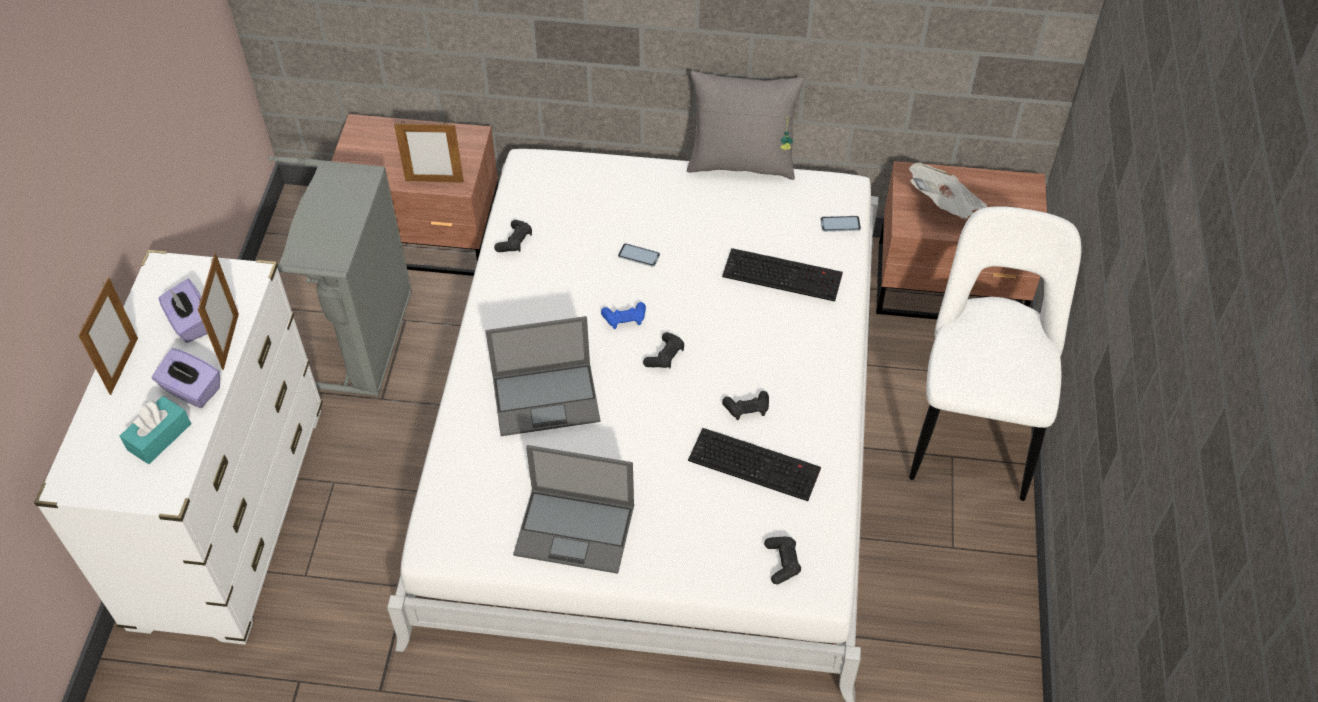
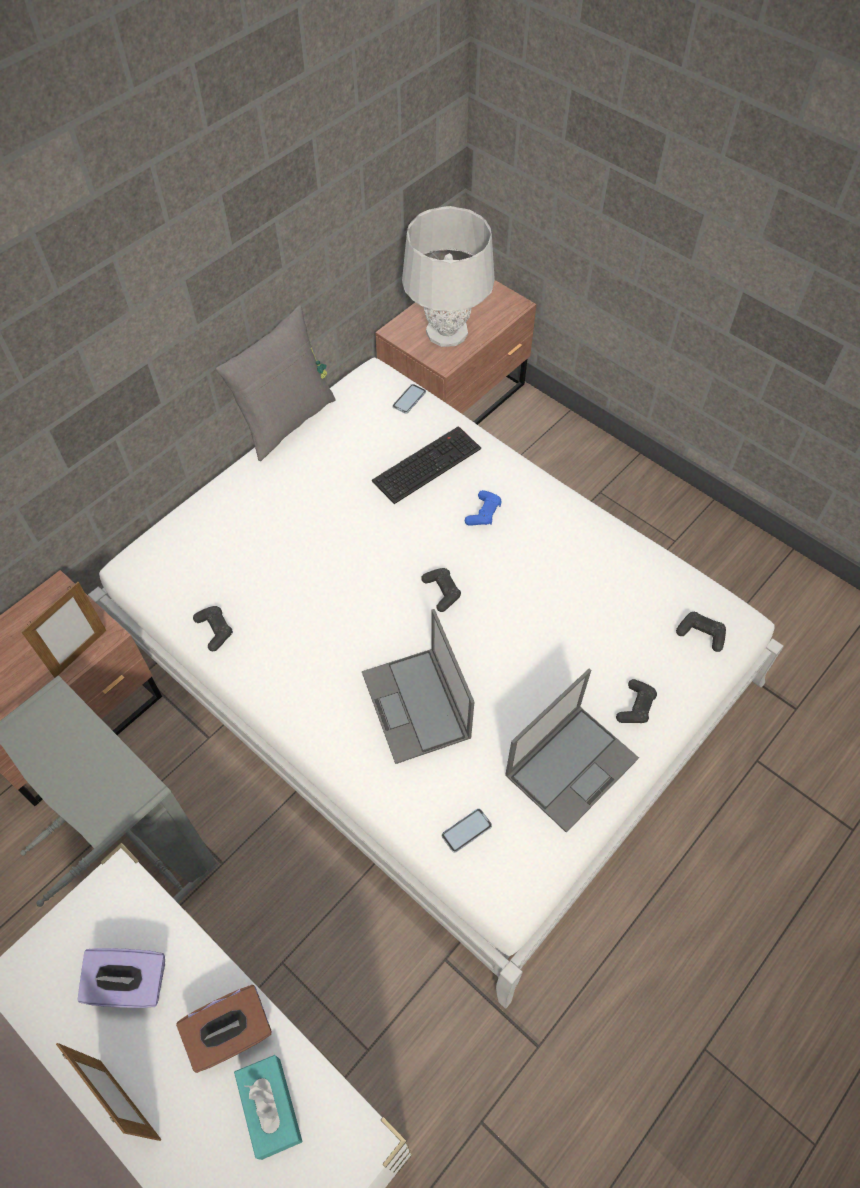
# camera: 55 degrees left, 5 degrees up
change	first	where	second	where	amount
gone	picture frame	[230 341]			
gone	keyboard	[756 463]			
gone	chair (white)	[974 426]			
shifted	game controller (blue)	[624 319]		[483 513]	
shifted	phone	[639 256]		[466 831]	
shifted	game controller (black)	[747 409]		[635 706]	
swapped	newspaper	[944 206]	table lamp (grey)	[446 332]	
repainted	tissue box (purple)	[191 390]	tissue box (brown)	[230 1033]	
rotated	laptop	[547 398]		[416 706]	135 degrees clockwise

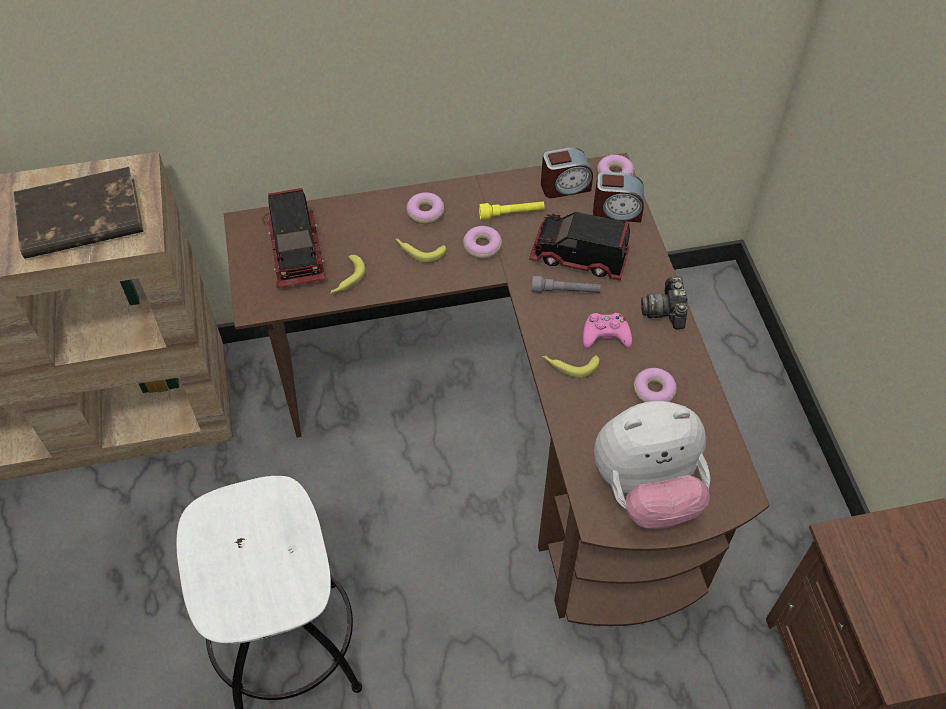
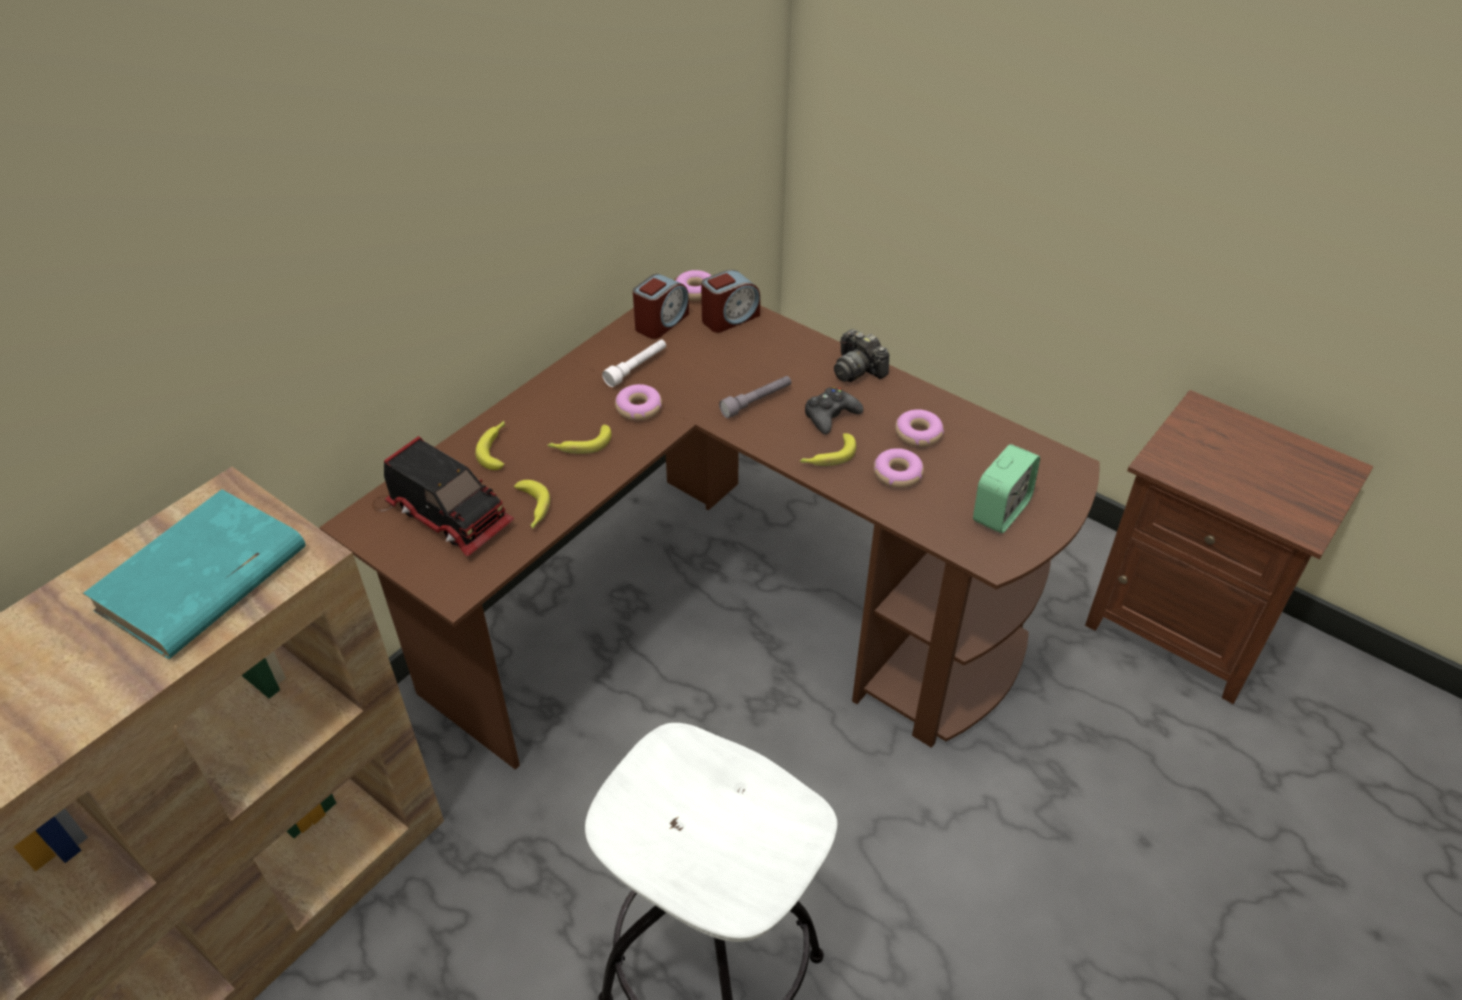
# camera: 40 degrees left, 10 degrees down
change	first	where	second	where	amount
gone	toy truck	[578 258]			
new			banana	[496 449]	
shifted	donut	[425 212]		[897 474]	
swapped	plush toy	[646 490]	alarm clock	[1000 511]	
repainted	book (brown)	[80 219]	book (turquoise)	[201 581]	
repainted	flashlight (yellow)	[511 214]	flashlight (white)	[636 368]	
repainted	game controller (pink)	[605 335]	game controller (black)	[830 416]	

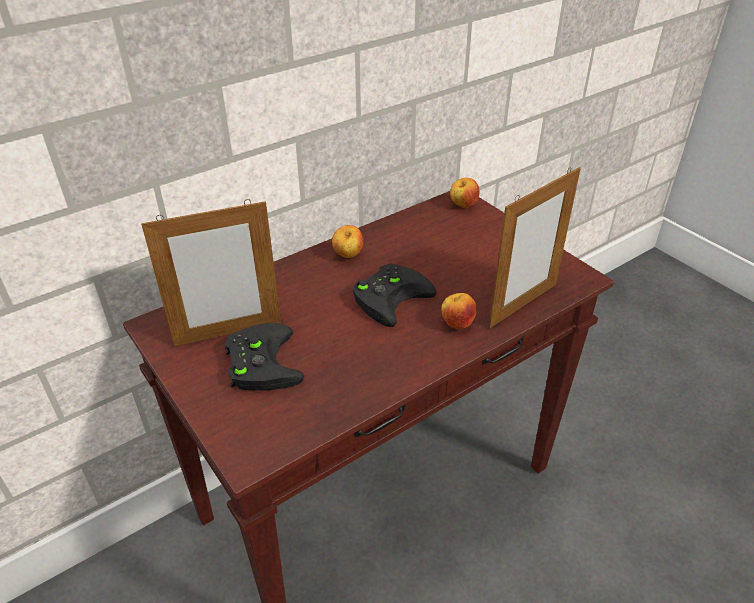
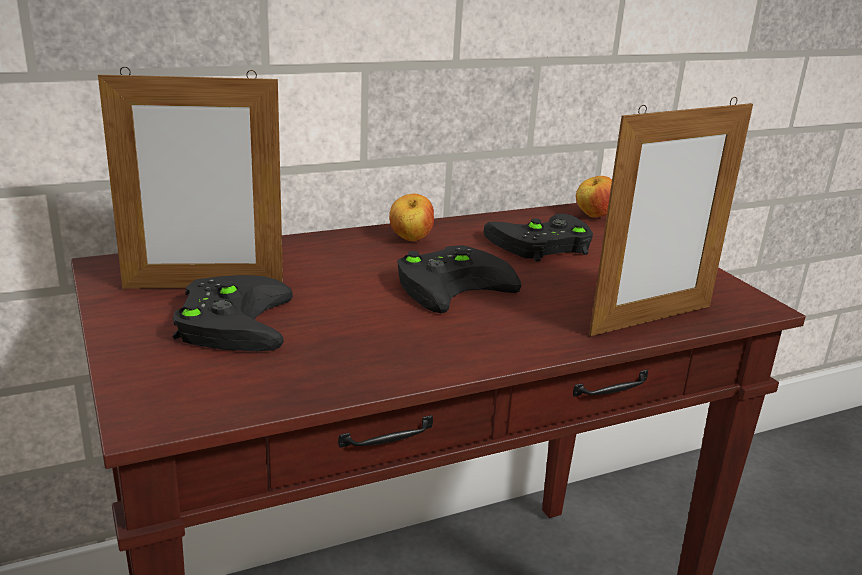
# camera: 10 degrees right, 15 degrees down
change	first	where	second	where	amount
gone	apple	[457 324]			
new			game controller (black)	[539 244]	

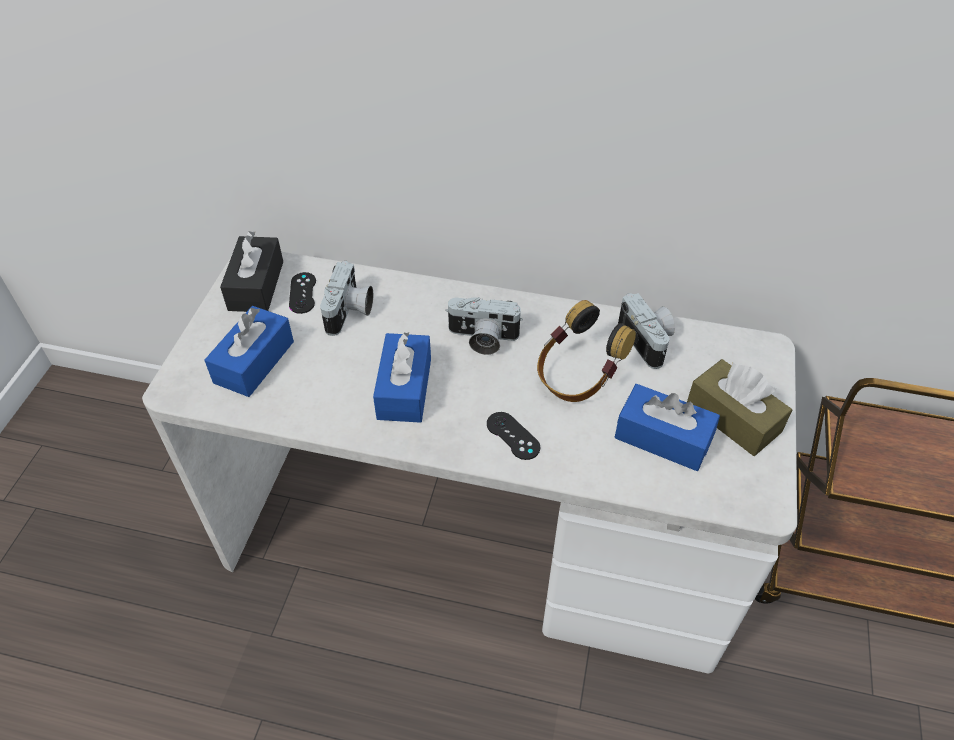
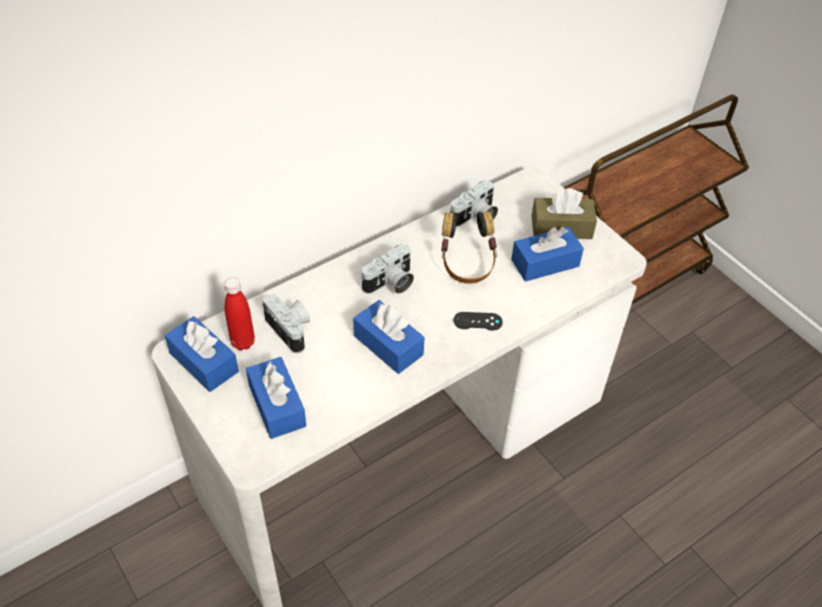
# camera: 50 degrees left, 0 degrees up
change	first	where	second	where	amount
swapped	game controller (black)	[302 293]	bottle (red)	[243 342]	
repainted	tissue box (black)	[256 285]	tissue box (blue)	[204 362]	
rotated	photo camera	[648 341]		[475 218]	120 degrees clockwise

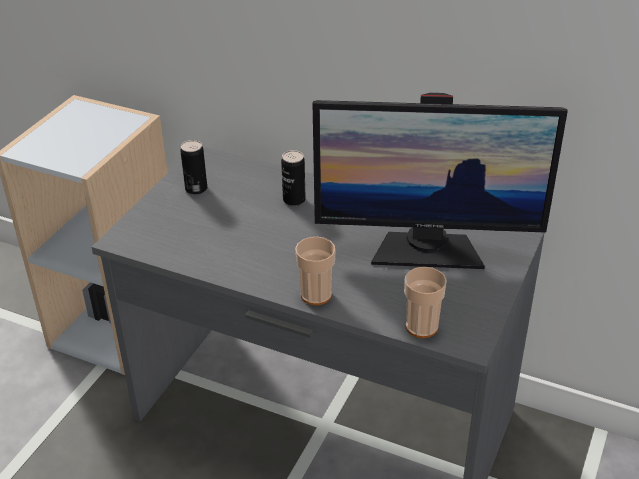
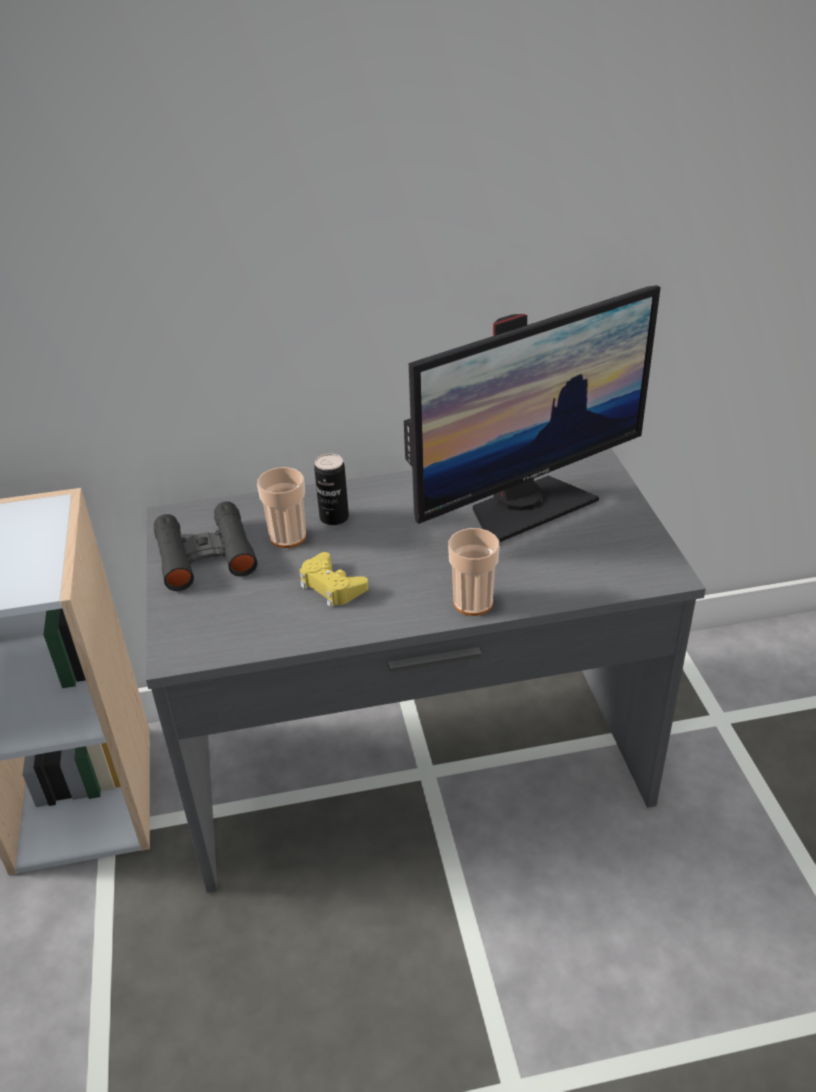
# camera: 35 degrees left, 0 degrees up
change	first	where	second	where	amount
new			game controller (yellow)	[331 586]	
shifted	cup	[421 327]		[288 537]	
swapped	can	[196 189]	binoculars (black)	[205 555]	

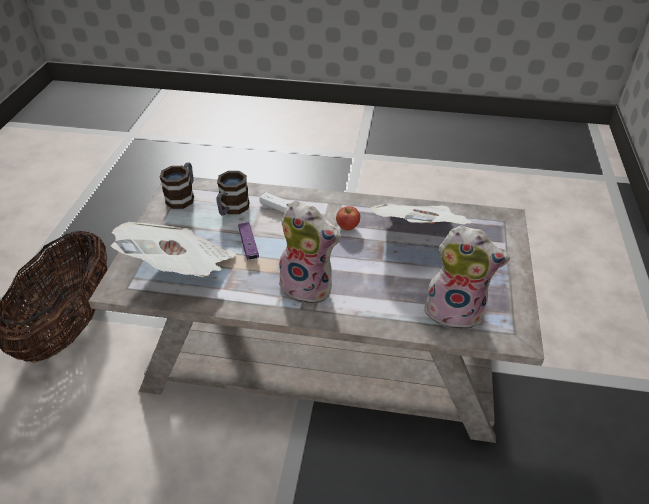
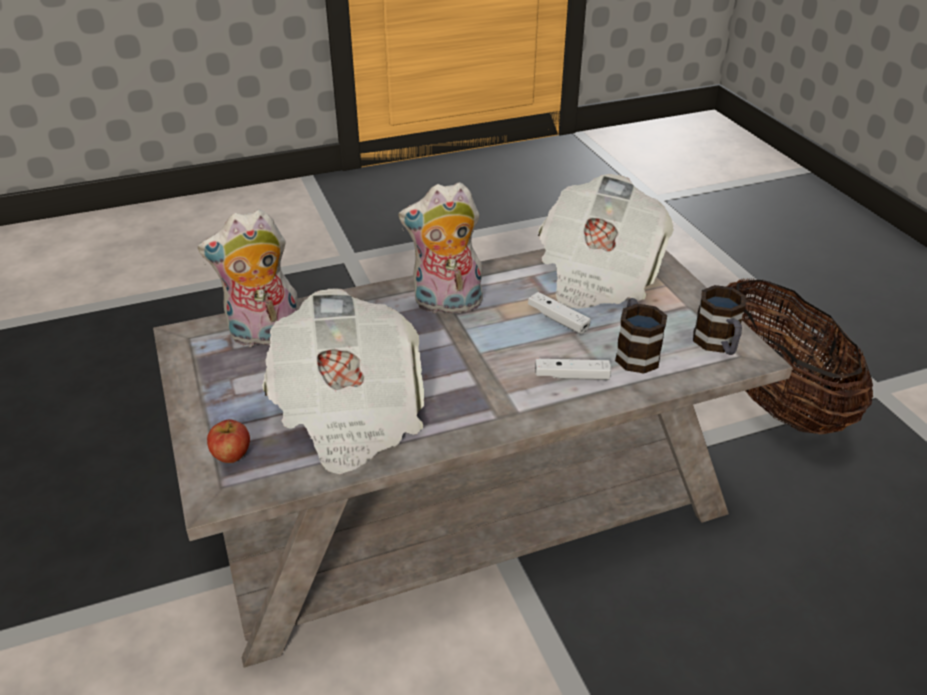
# camera: 150 degrees right, 5 degrees down
change	first	where	second	where	amount
shifted	apple	[348 227]		[231 455]	
repainted	game controller (purple)	[249 246]	game controller (white)	[558 319]	

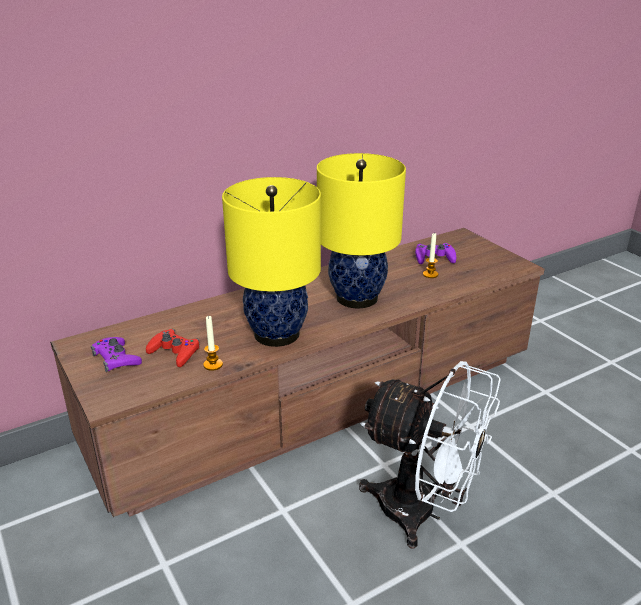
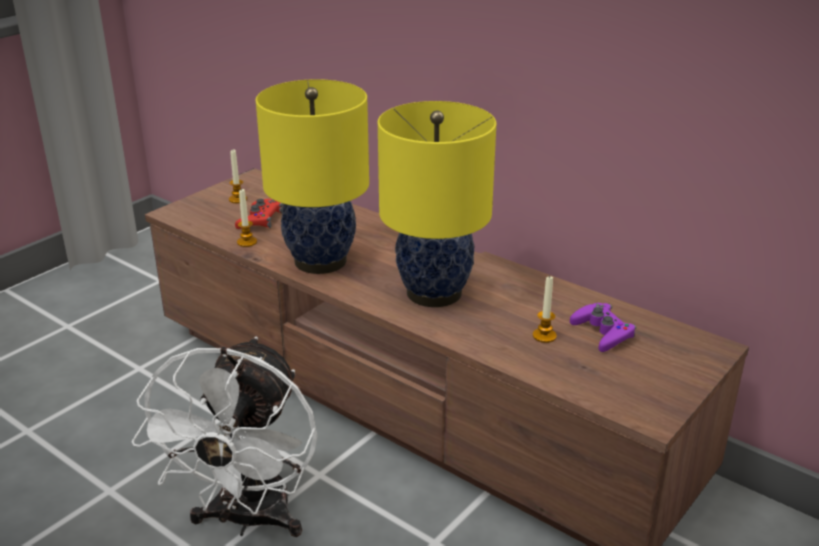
# camera: 70 degrees right, 0 degrees up
change	first	where	second	where	amount
swapped	game controller (purple)	[116 359]	candle	[238 199]	

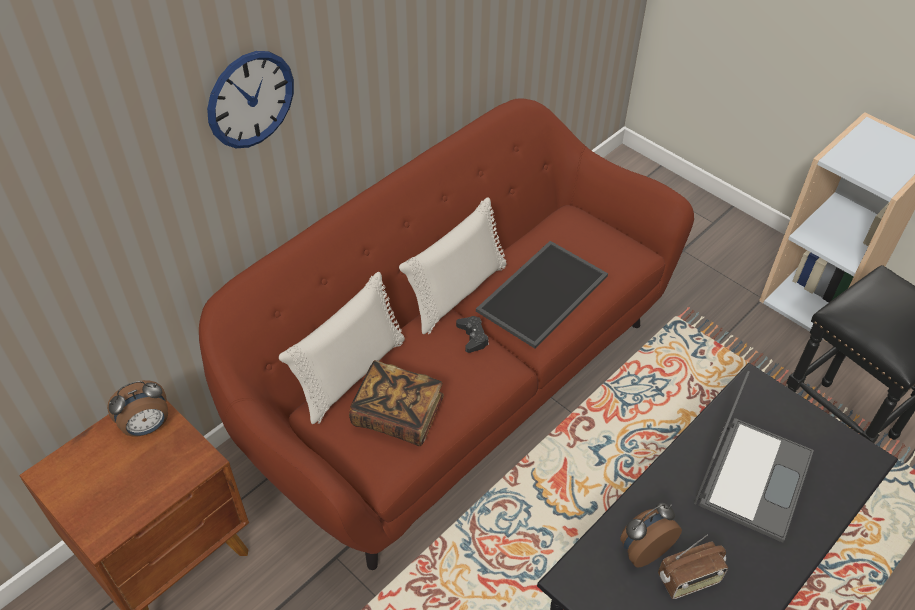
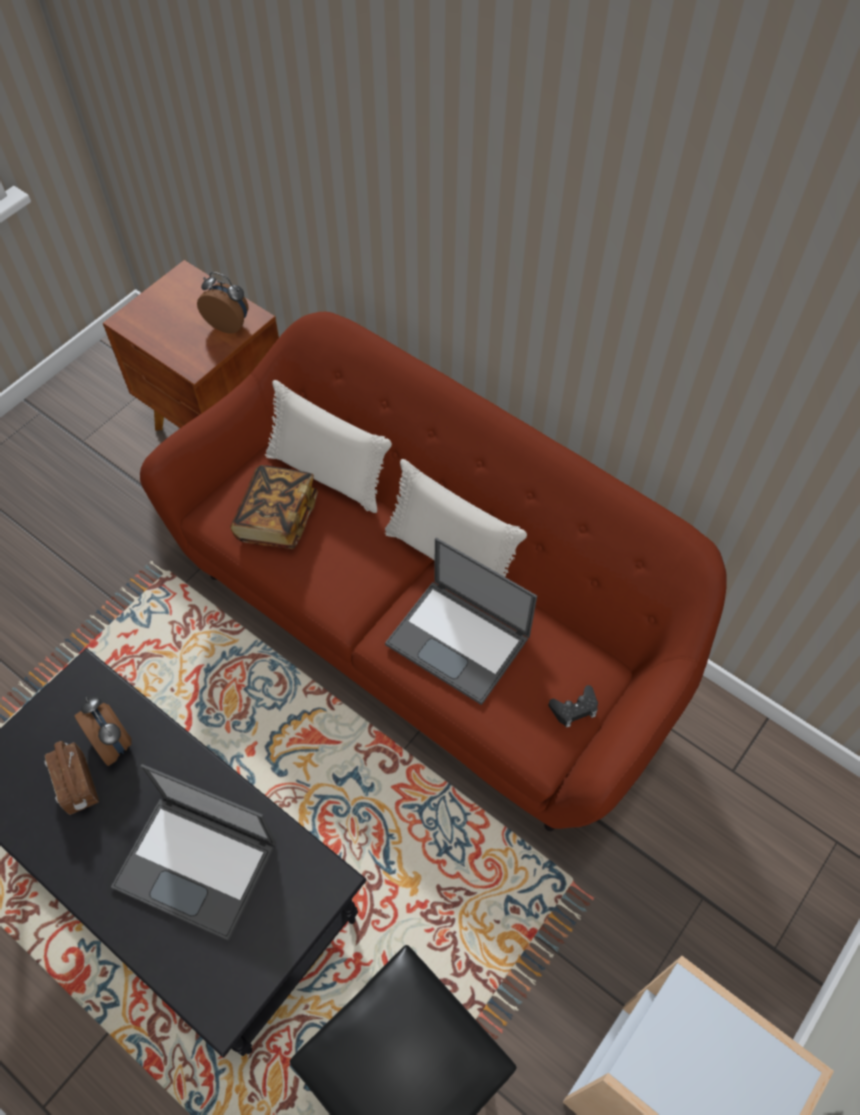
# camera: 85 degrees right, 10 degrees up
change	first	where	second	where	amount
gone	wall clock	[250 99]			
shifted	game controller (black)	[472 337]		[574 709]	
swapped	tray	[541 291]	laptop	[459 641]	
rotated	alarm clock	[147 427]		[229 323]	150 degrees clockwise

